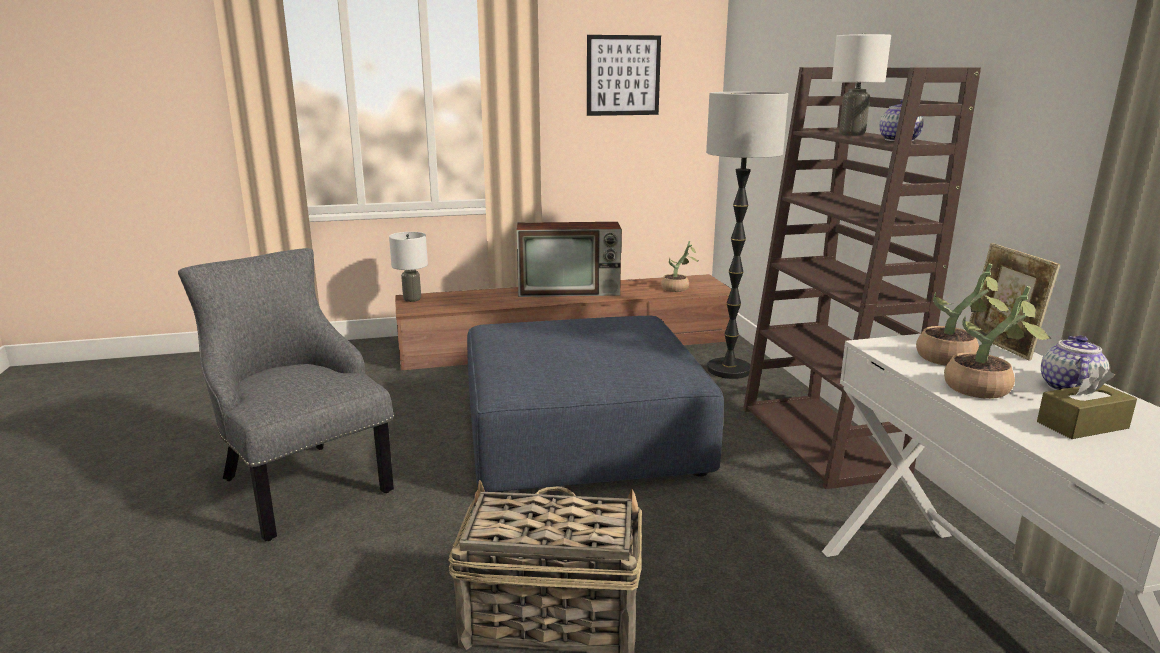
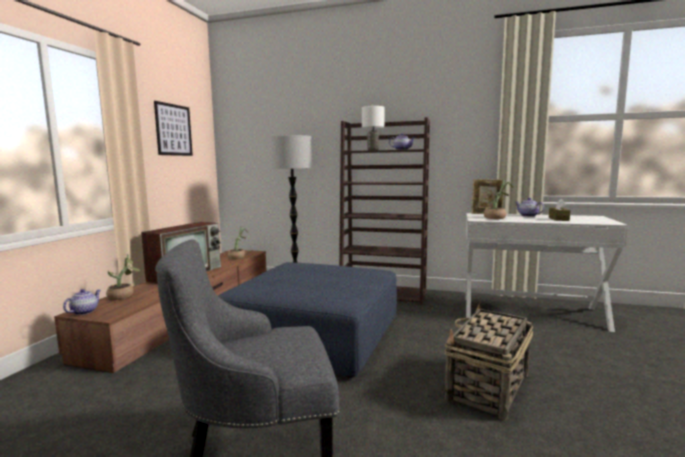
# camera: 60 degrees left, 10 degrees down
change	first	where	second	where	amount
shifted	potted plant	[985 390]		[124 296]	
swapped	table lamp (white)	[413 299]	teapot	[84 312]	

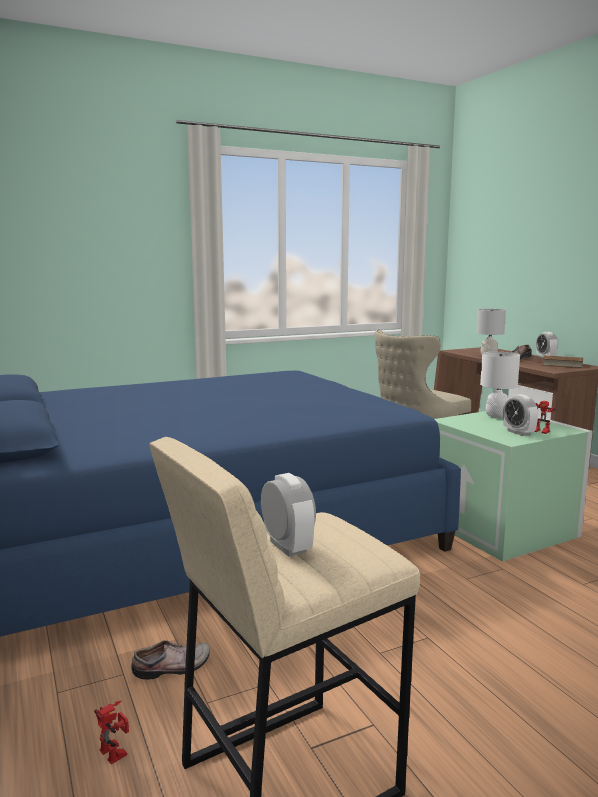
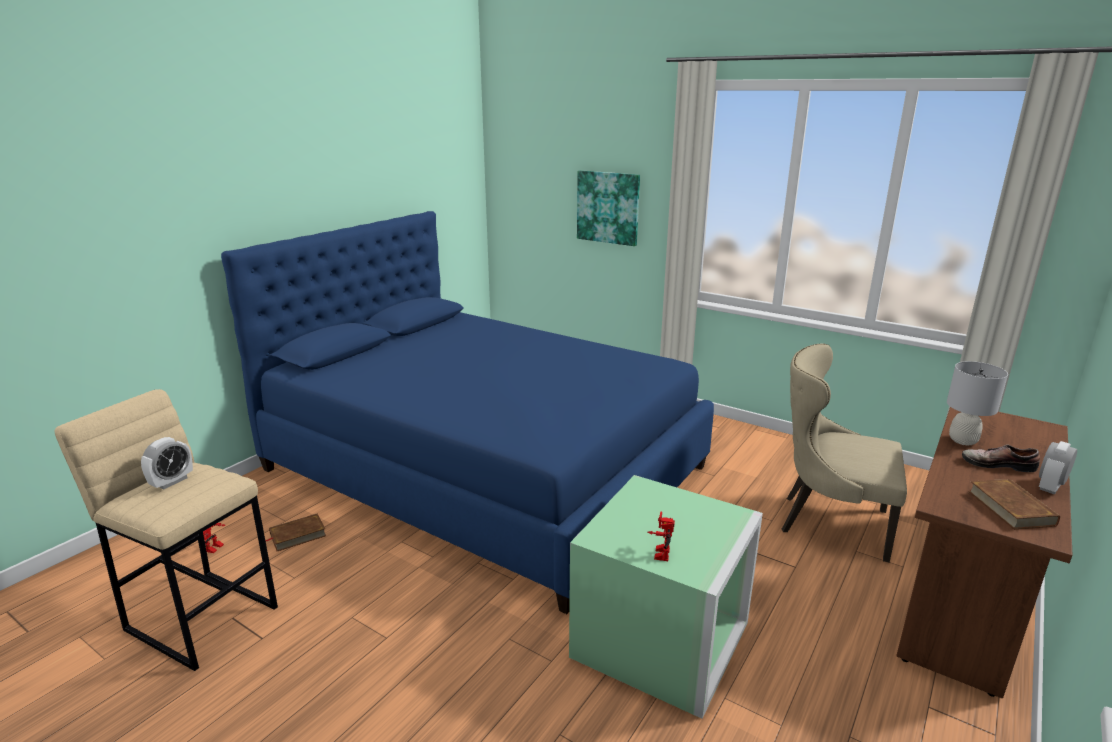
# camera: 60 degrees right, 10 degrees up
change	first	where	second	where	amount
gone	table lamp (white)	[497 416]			
gone	alarm clock	[518 432]			
new			picture	[608 207]	
swapped	shoe	[173 668]	book (brown)	[297 535]	

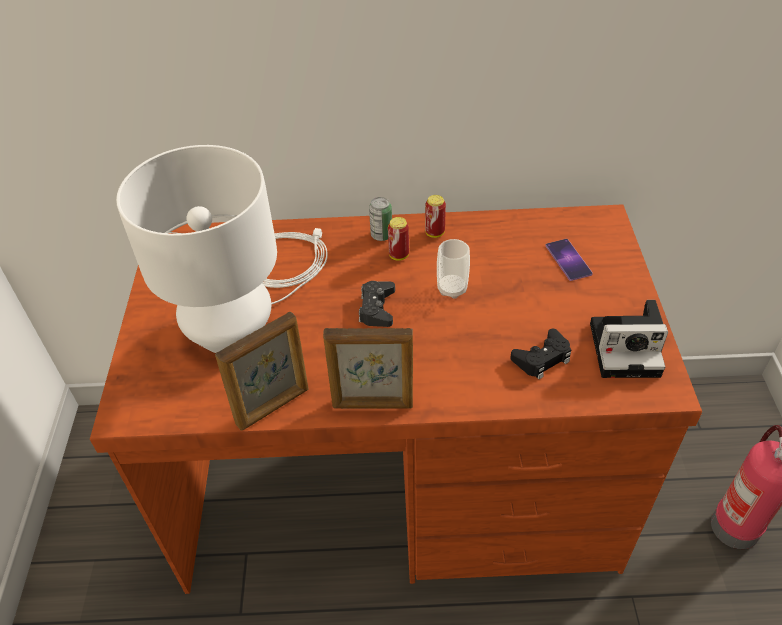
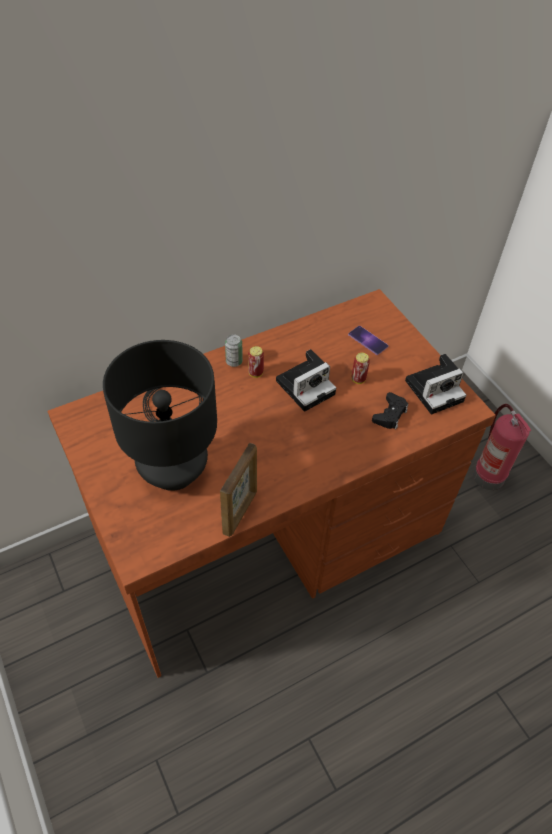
# camera: 30 degrees left, 5 degrees up
change	first	where	second	where	amount
gone	picture frame	[373 404]			
gone	game controller (black)	[377 308]			
shifted	can	[435 233]		[358 379]	
swapped	cup	[452 289]	photo camera	[306 386]	
repainted	table lamp (white)	[253 302]	table lamp (black)	[175 443]	

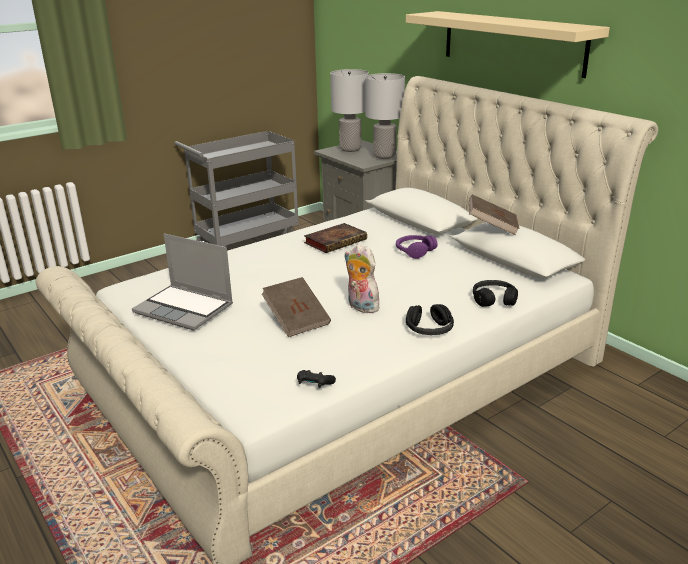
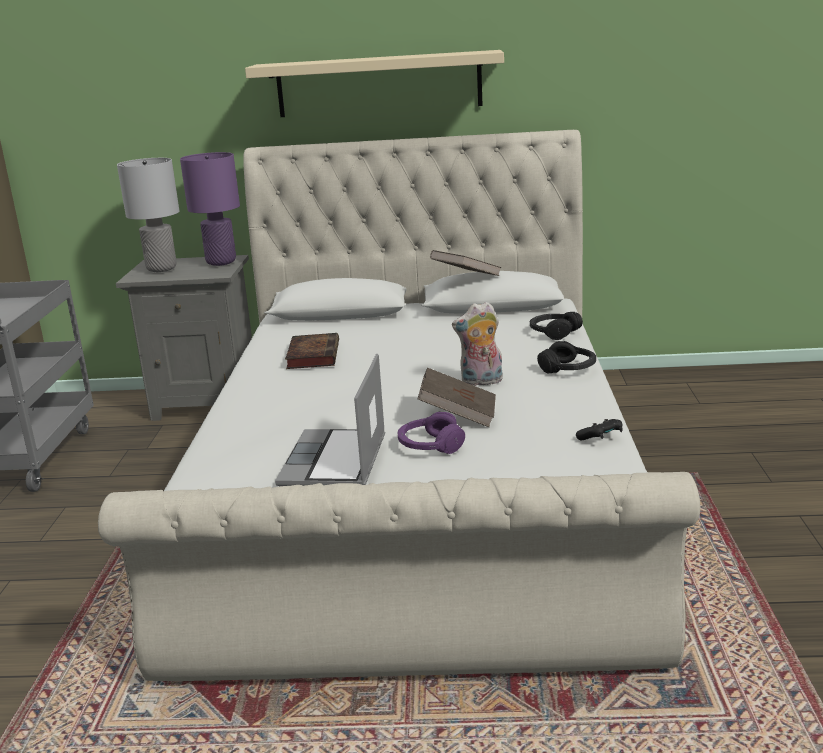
# camera: 50 degrees left, 5 degrees down
change	first	where	second	where	amount
shifted	headphones (purple)	[414 251]		[430 446]	
repainted	table lamp (grey)	[384 157]	table lamp (purple)	[222 263]	
rotated	laptop	[185 308]		[335 462]	120 degrees clockwise

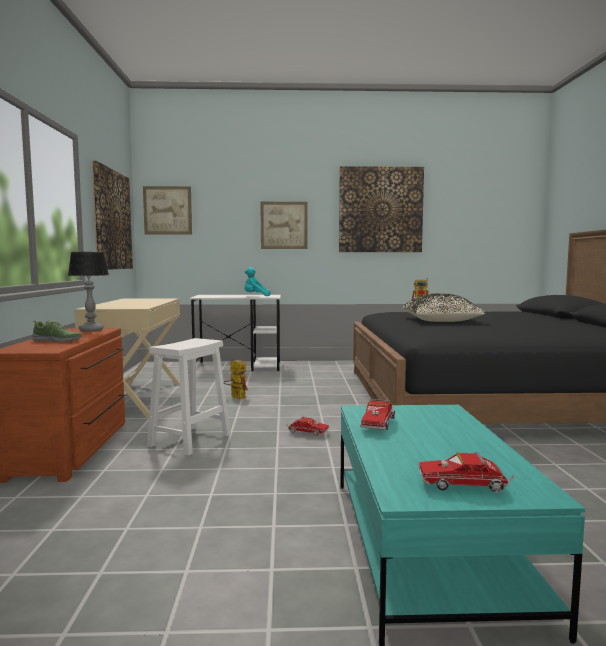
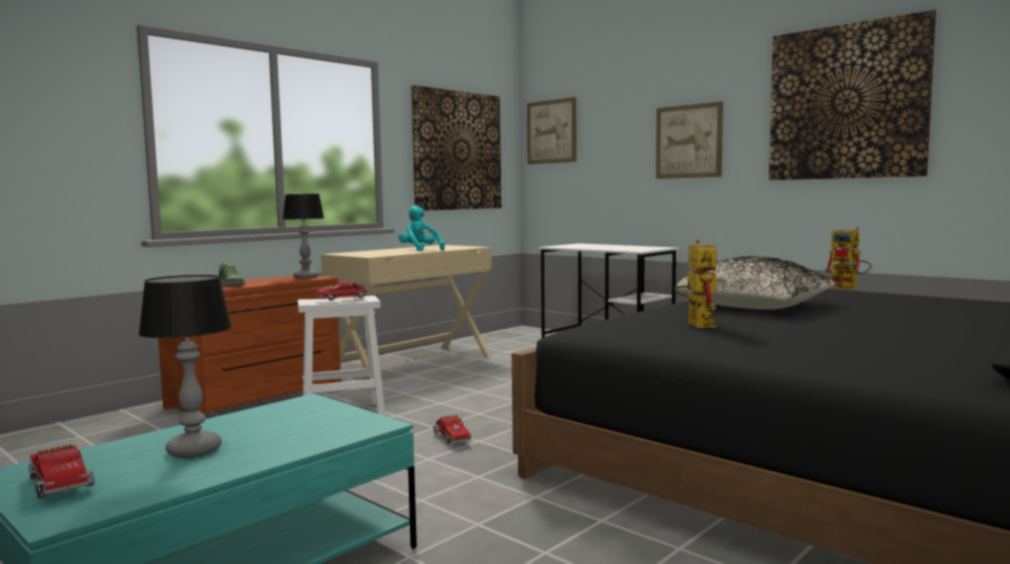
# camera: 45 degrees right, 0 degrees up
change	first	where	second	where	amount
new			table lamp	[193 451]	
shifted	toy robot	[235 397]		[696 324]	
shifted	plush toy (turquoise)	[255 296]		[419 250]	
shifted	toy truck	[377 424]		[344 300]	

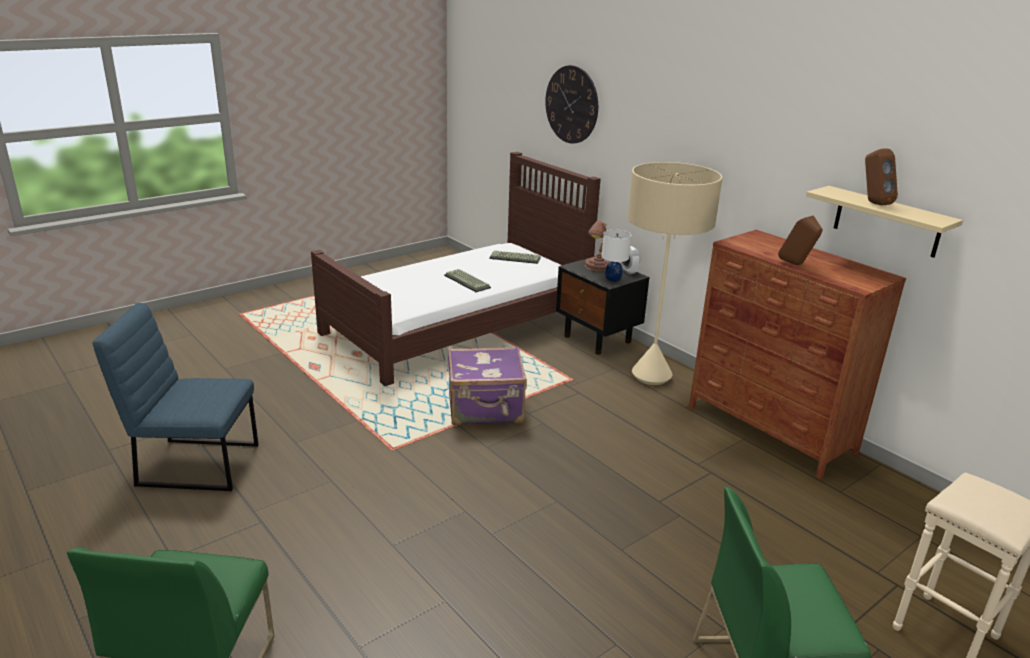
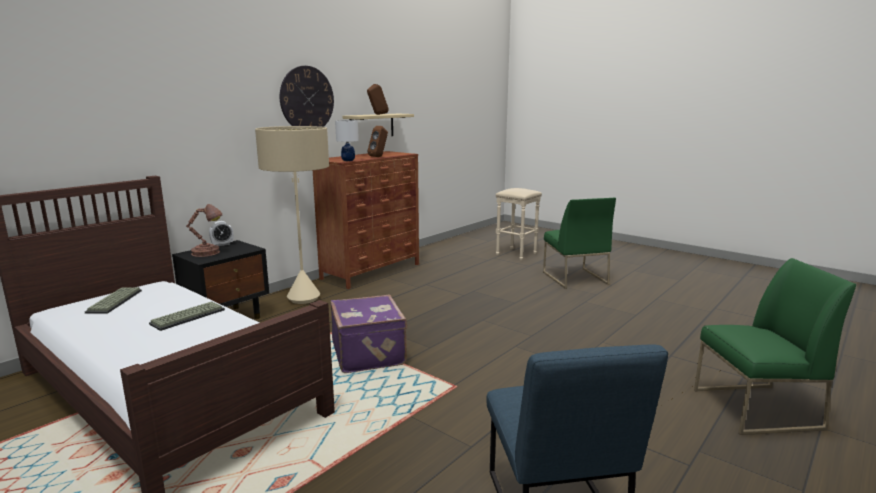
# camera: 100 degrees left, 10 degrees down
change	first	where	second	where	amount
shifted	wall clock	[571 104]		[307 99]	
shifted	table lamp (white)	[613 279]		[347 160]	

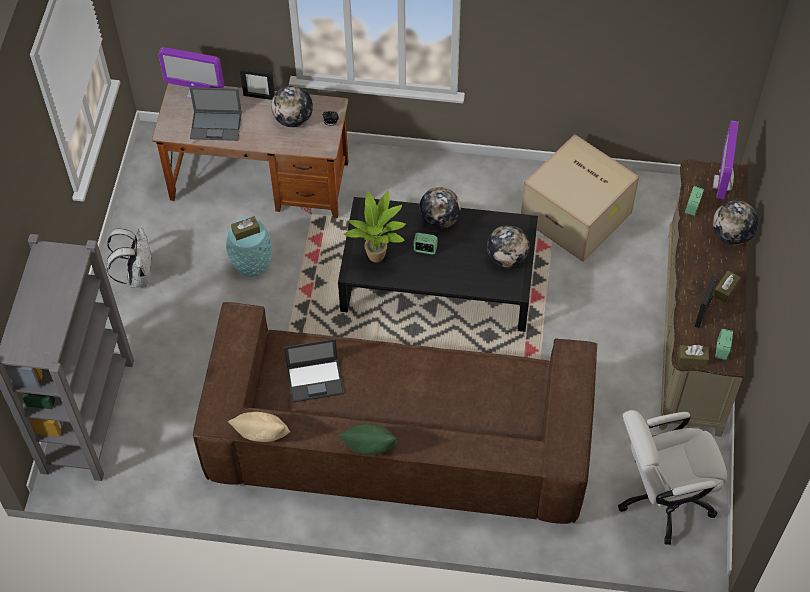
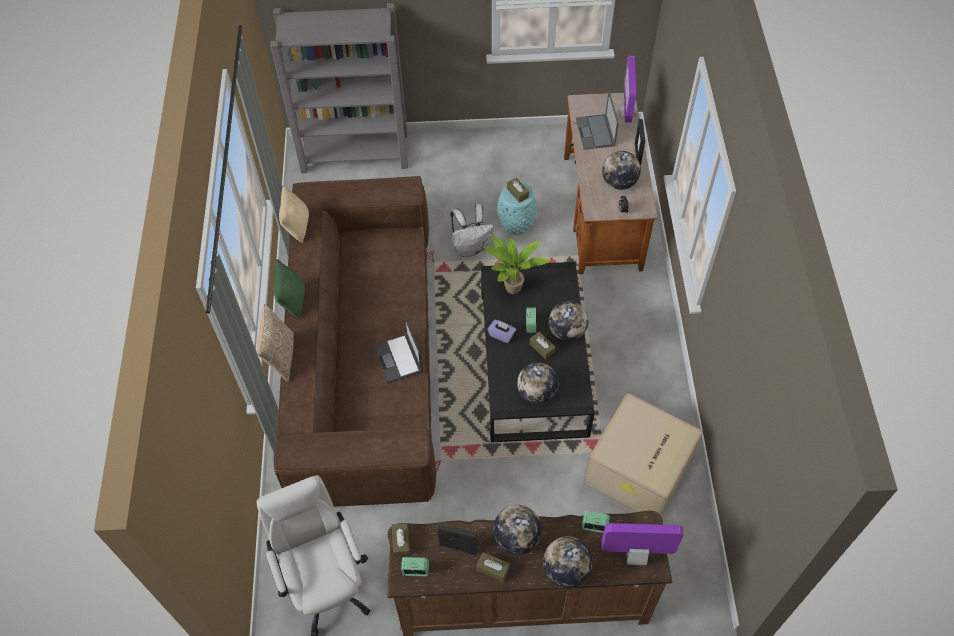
# camera: 80 degrees right, 0 degrees up
change	first	where	second	where	amount
new			pillow	[280 357]	
new			tissue box (purple)	[502 335]	
new			globe	[516 538]	
new			tissue box (brown)	[542 348]	
shifted	backpack (white)	[137 275]		[470 248]	
shifted	laptop	[316 380]		[398 359]	

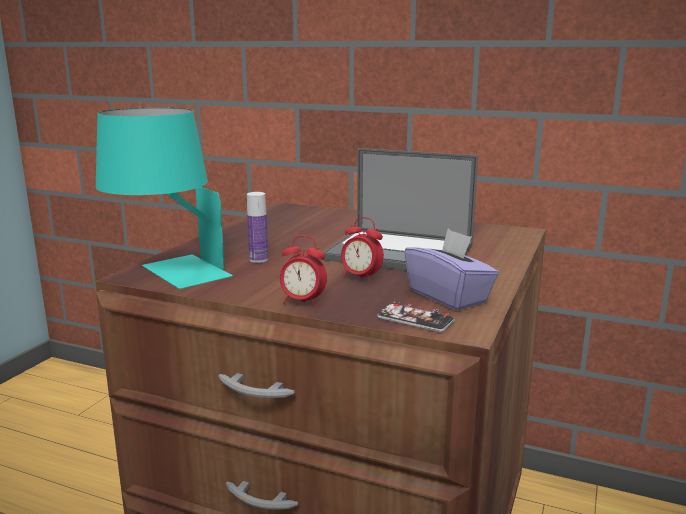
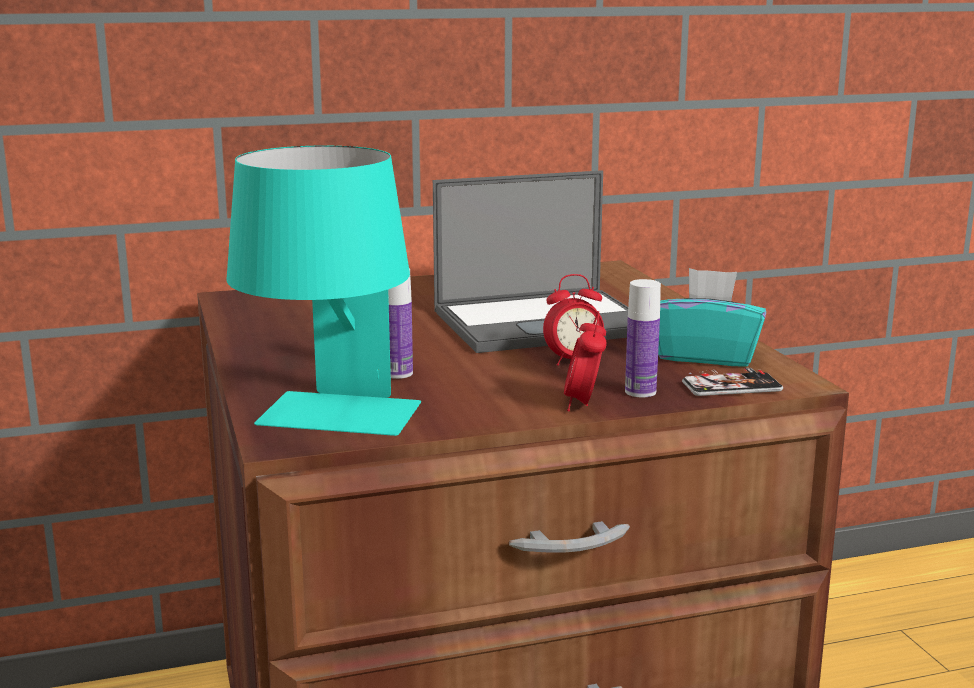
# camera: 40 degrees left, 0 degrees up
change	first	where	second	where	amount
new			bottle	[640 392]	
repainted	tissue box (purple)	[449 297]	tissue box (turquoise)	[706 355]	
rotated	alarm clock	[302 302]		[583 404]	120 degrees clockwise

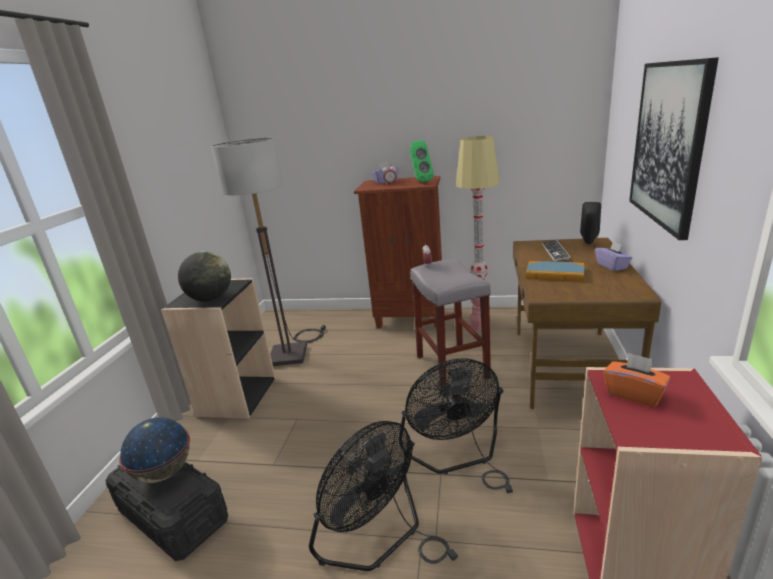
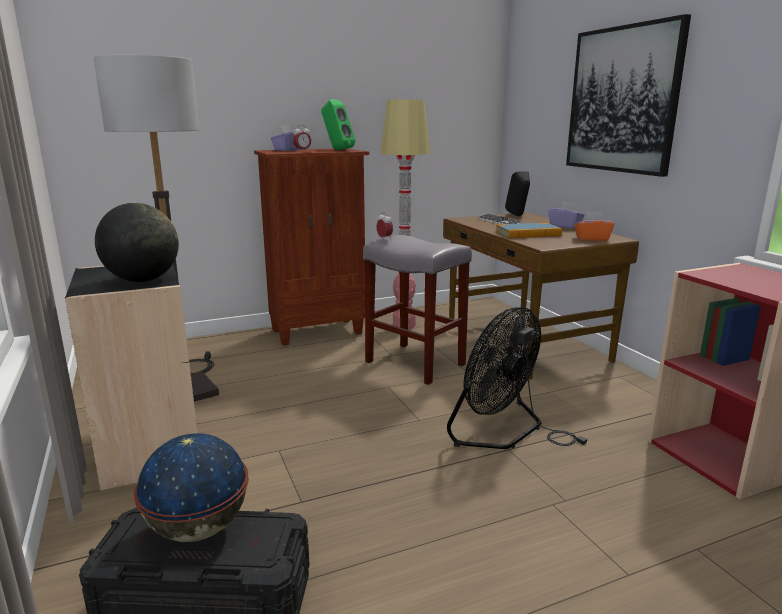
# camera: 35 degrees left, 5 degrees down
change	first	where	second	where	amount
gone	fan (black)	[386 535]			
shifted	tissue box (orange)	[634 394]		[592 239]	

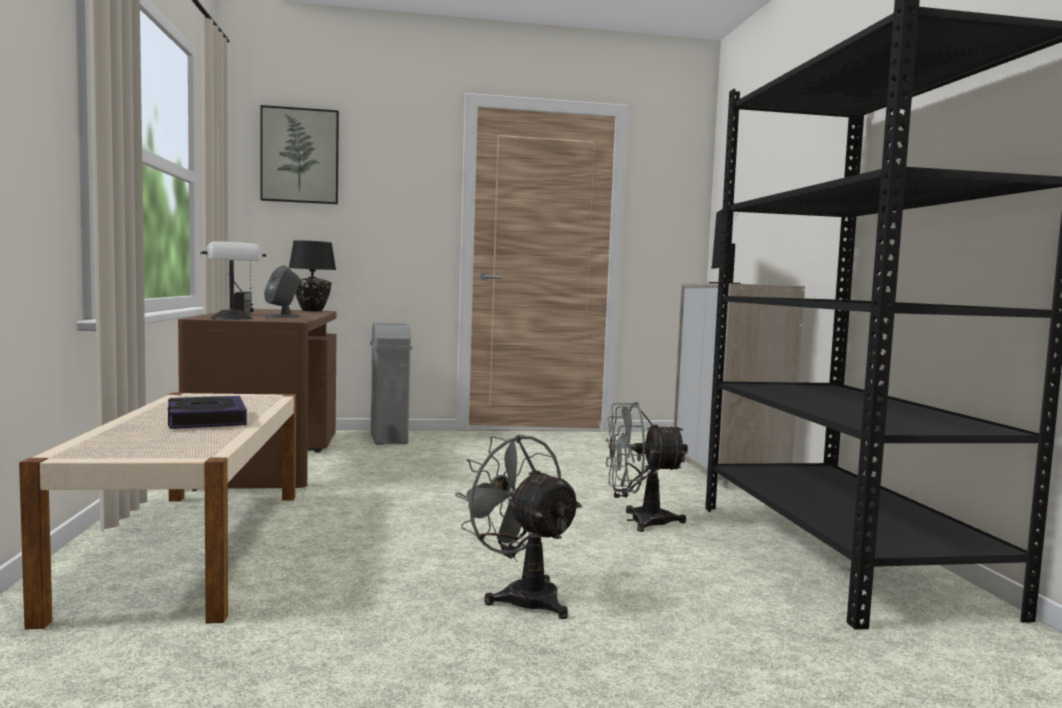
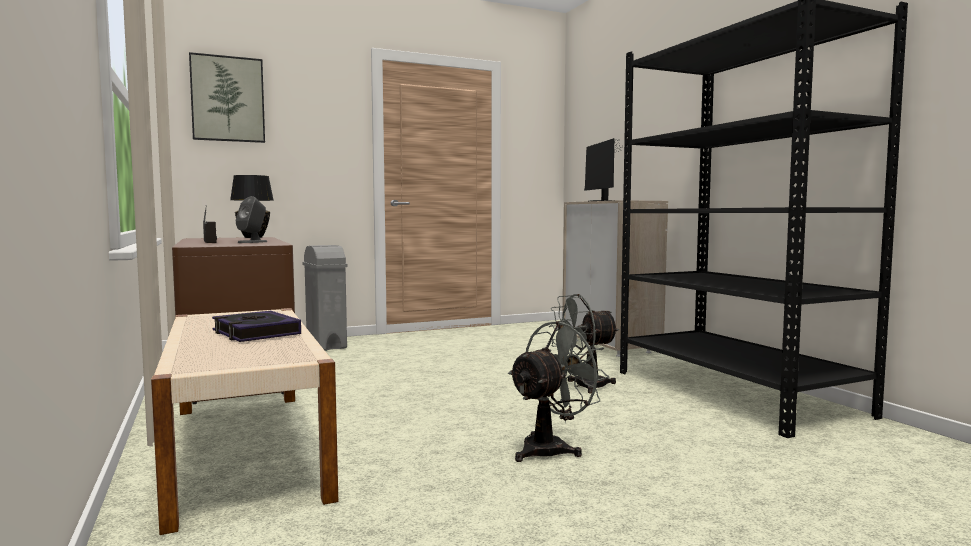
# camera: 15 degrees left, 0 degrees up
change	first	where	second	where	amount
gone	table lamp	[234 319]			
rotated	fan (grey)	[521 595]		[552 448]	105 degrees clockwise

